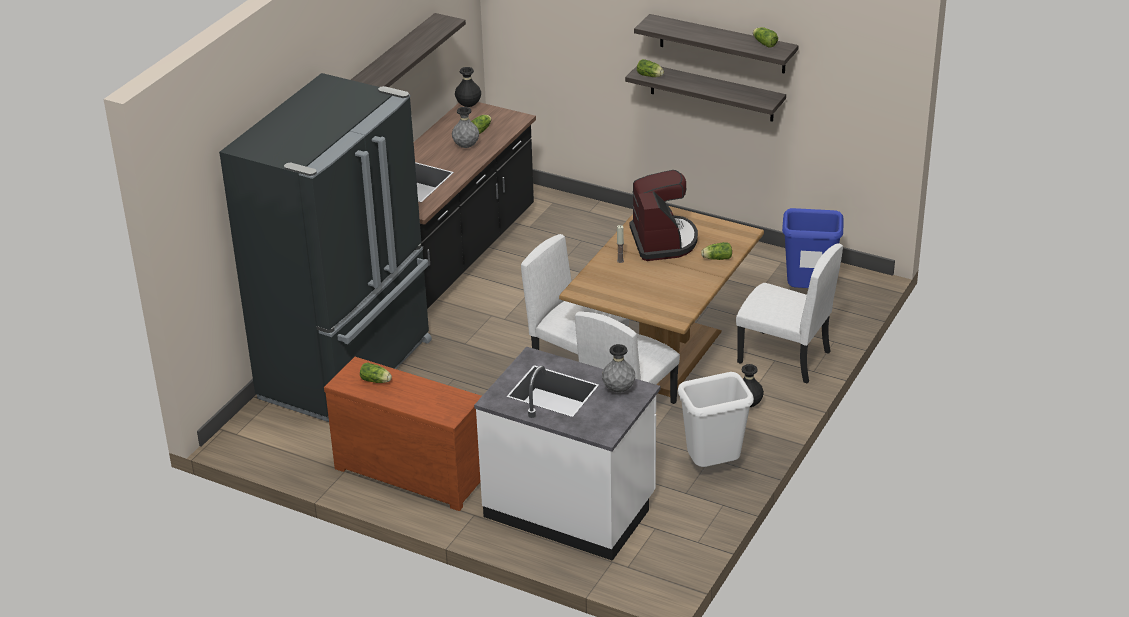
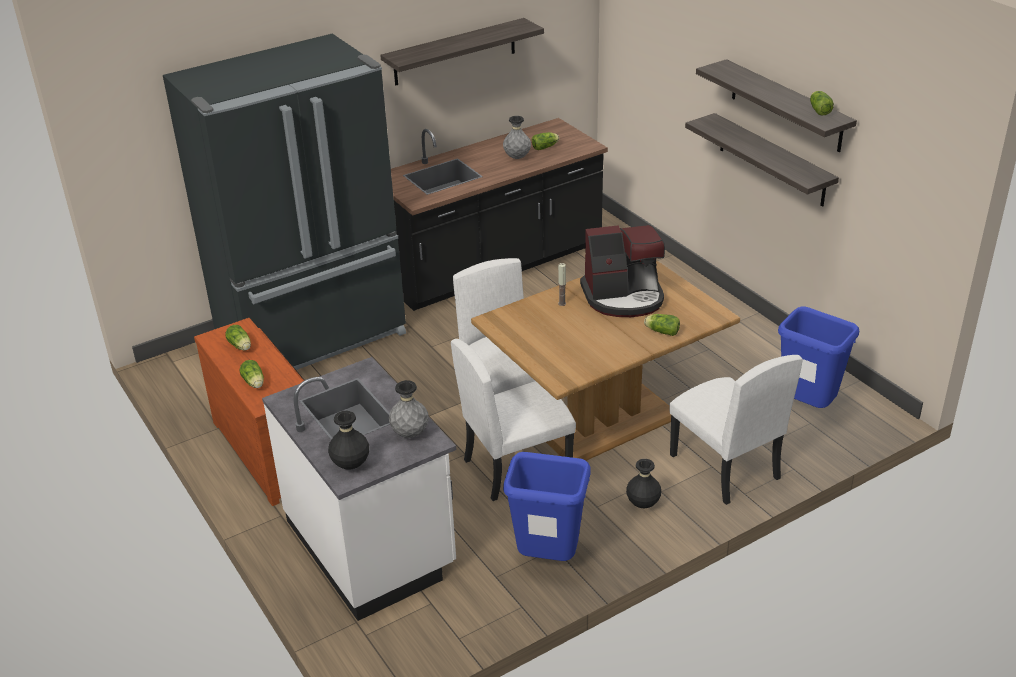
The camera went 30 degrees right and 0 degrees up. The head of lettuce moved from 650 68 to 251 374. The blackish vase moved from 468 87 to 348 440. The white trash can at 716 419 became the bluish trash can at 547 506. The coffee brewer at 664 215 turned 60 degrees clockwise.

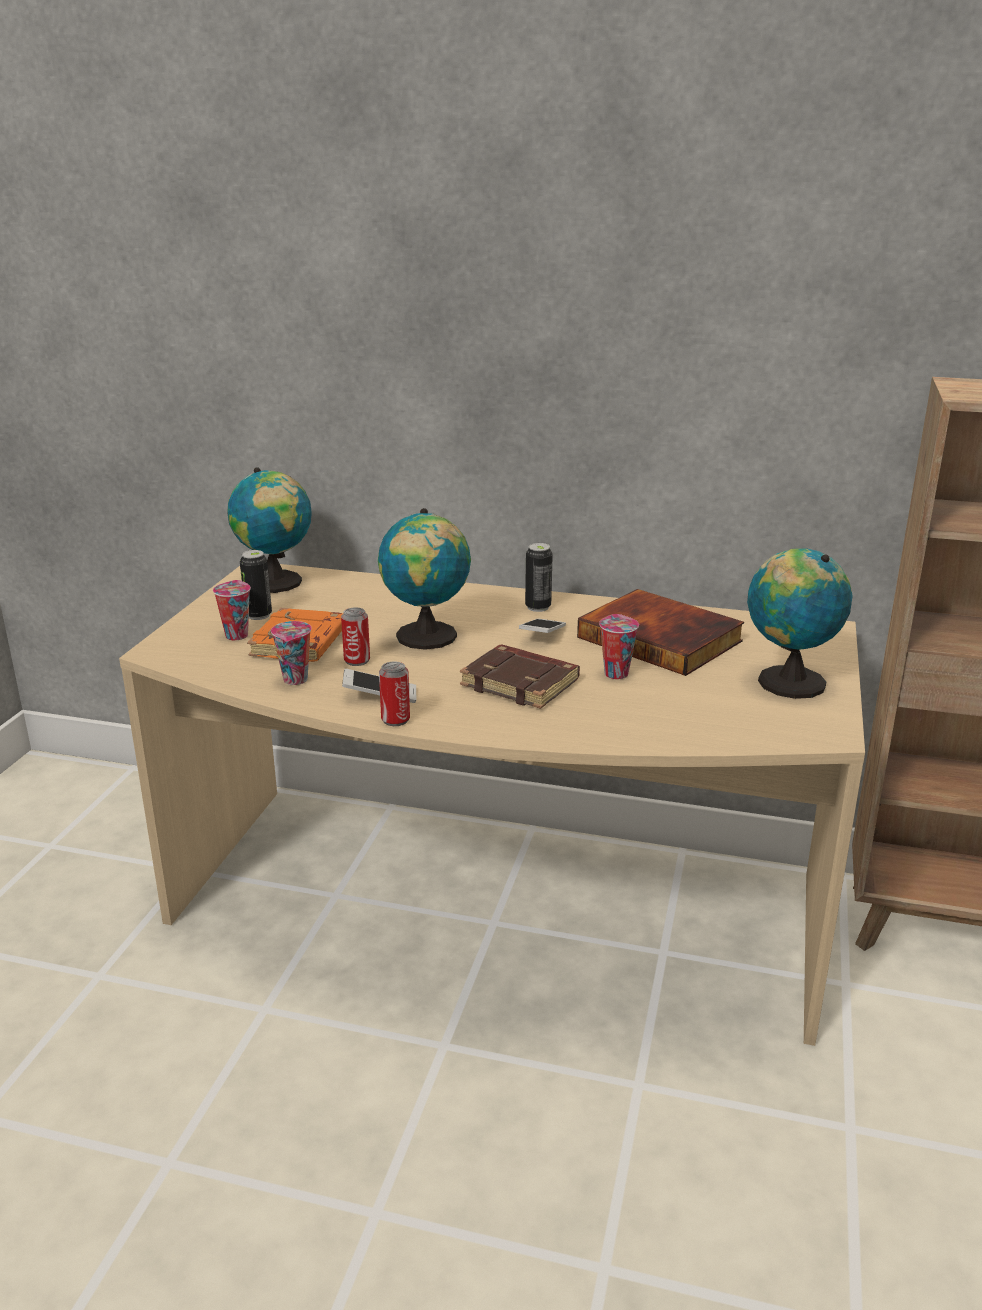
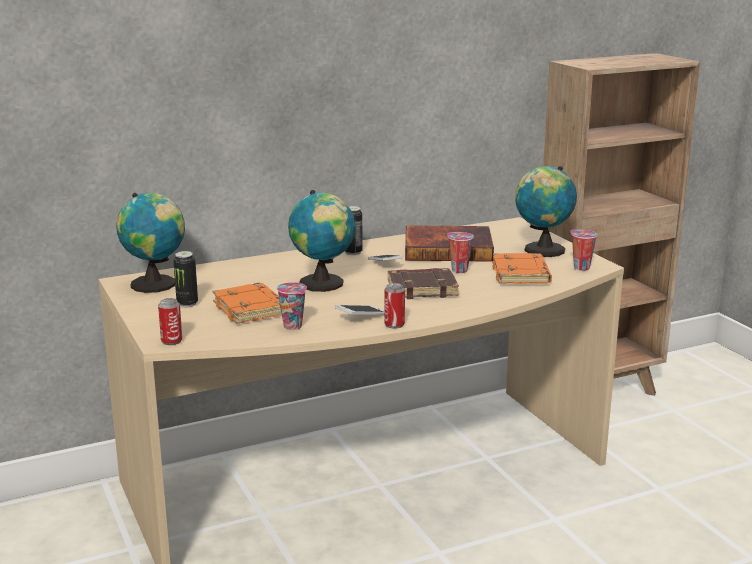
The camera went 40 degrees left and 5 degrees down. The can moved from 355 636 to 170 321. The orange bound book at 522 268 appeared. The drinking cup moved from 232 610 to 584 250.

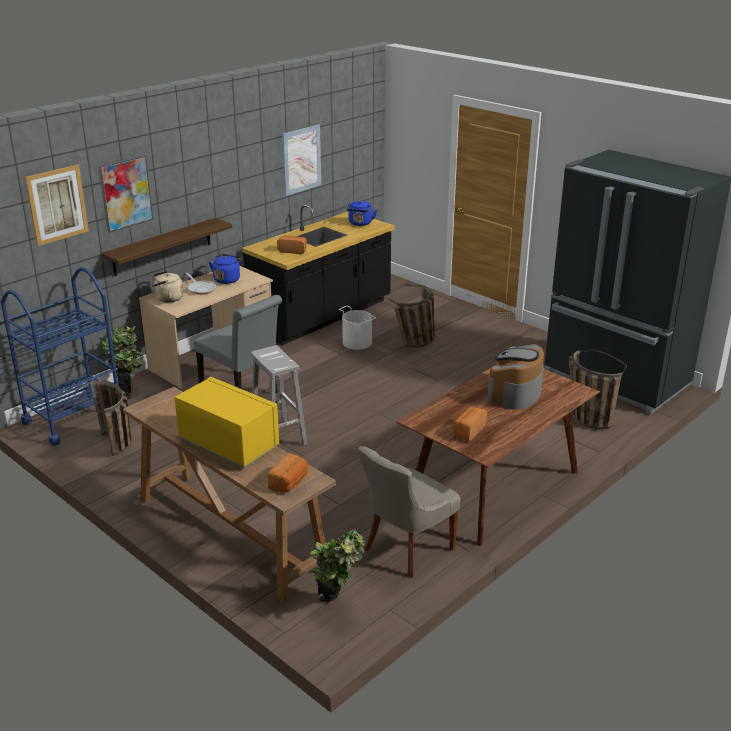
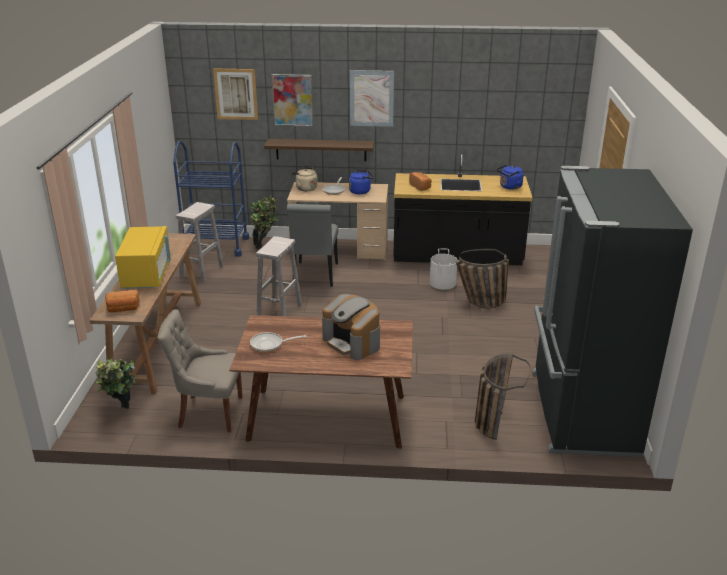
The camera went 50 degrees right and 0 degrees up. The storage basket at 103 418 was replaced by the white sitting stool at 200 242. The bread at 470 424 was replaced by the skillet at 278 342. The coffee brewer at 515 377 turned 120 degrees counterclockwise. The wall art moved from 301 160 to 372 98.

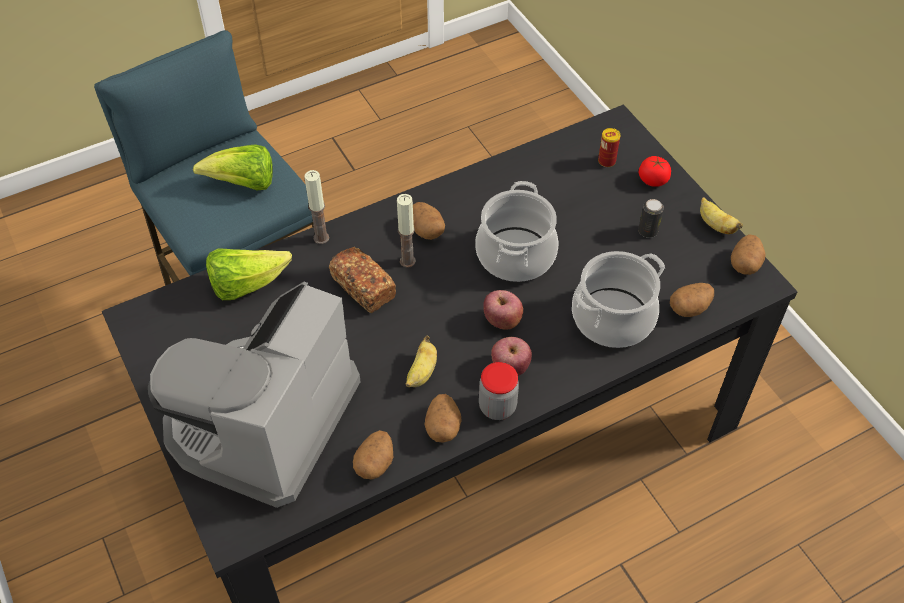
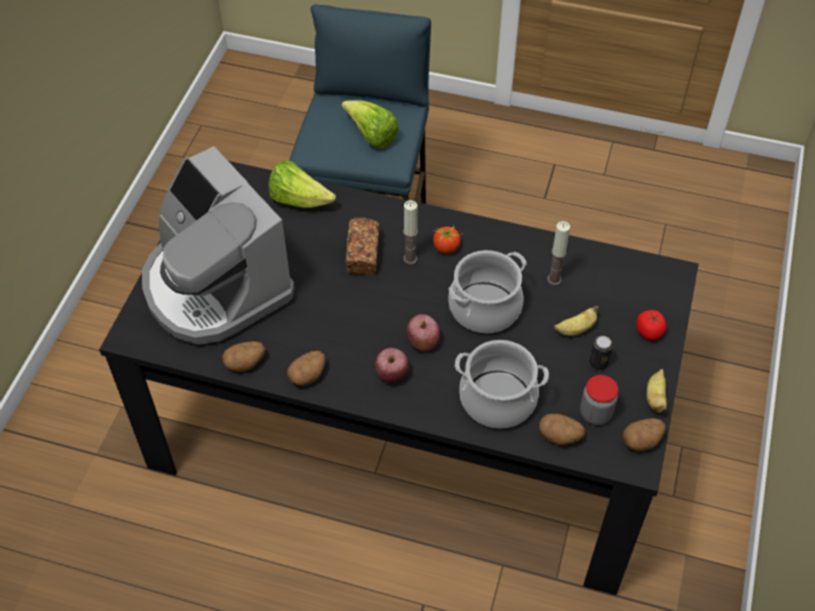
The camera went 45 degrees right and 0 degrees up. The coffee brewer at 254 395 turned 105 degrees counterclockwise. The potato at 429 221 was replaced by the tomato at 446 239. The wax candle moved from 316 207 to 558 253. The banana moved from 421 361 to 576 321. The storage jar moved from 499 391 to 599 400. The can at 609 147 disappeared.

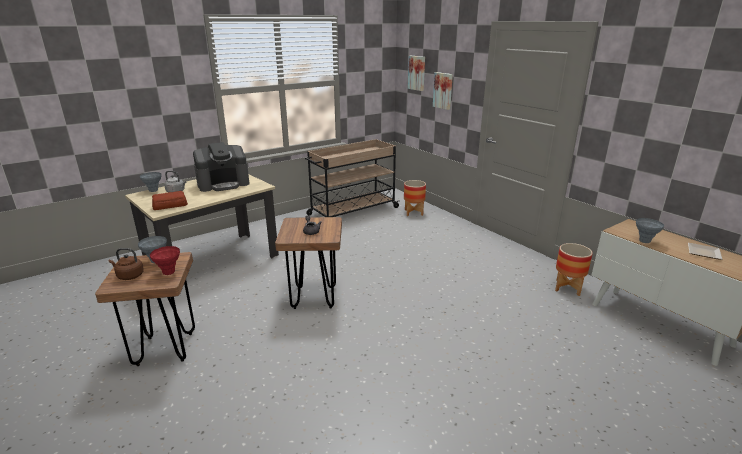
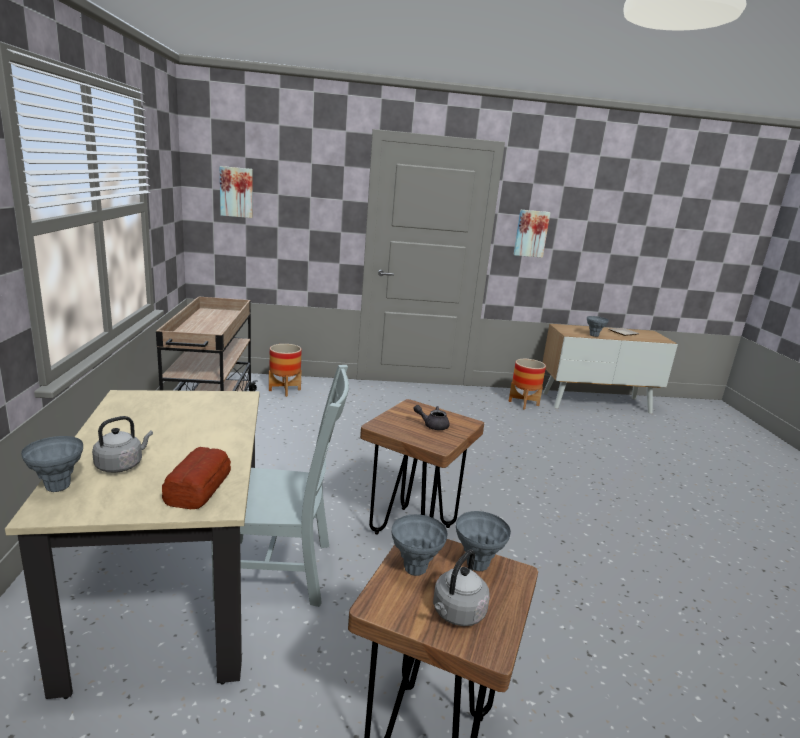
The camera went 60 degrees left and 5 degrees down. The greyish upright chair at 280 486 appeared. The brownish tea kettle at 126 264 became the greyish tea kettle at 461 587. The red-coloured vase at 165 260 became the greyish vase at 483 541. The wall art moved from 443 91 to 532 234. The coffee brewer at 221 167 disappeared.

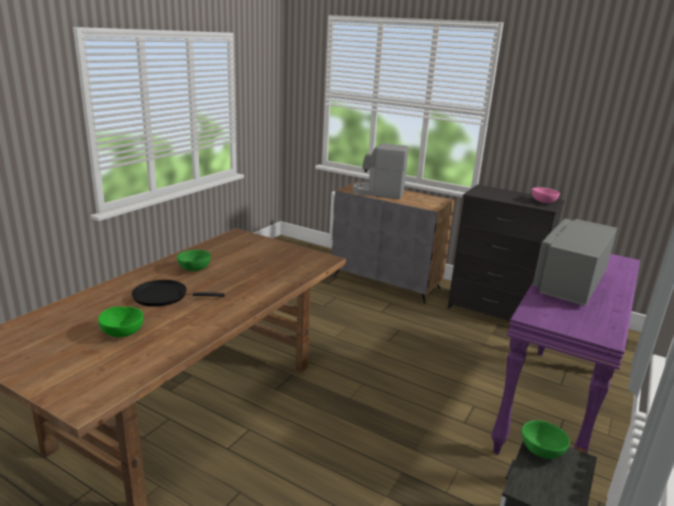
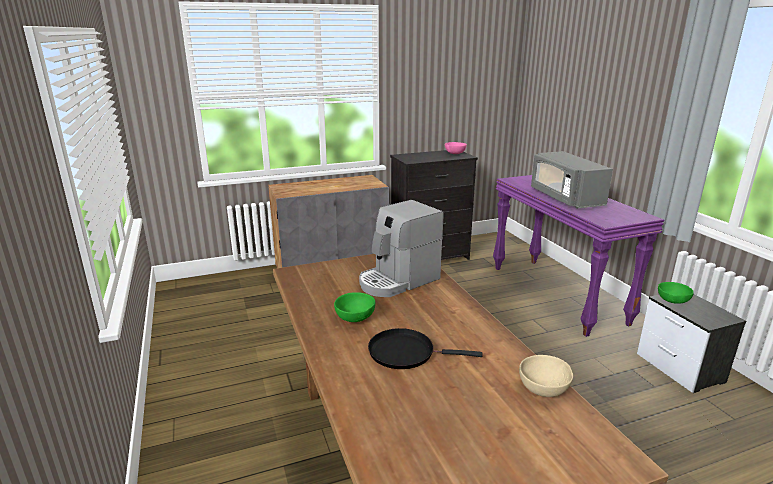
The camera went 50 degrees left and 0 degrees up. The coffee brewer moved from 380 171 to 401 248. The blackish skillet at 178 293 turned 60 degrees clockwise. The beige-coloured bowl at 546 376 appeared. The green bowl at 121 322 disappeared.

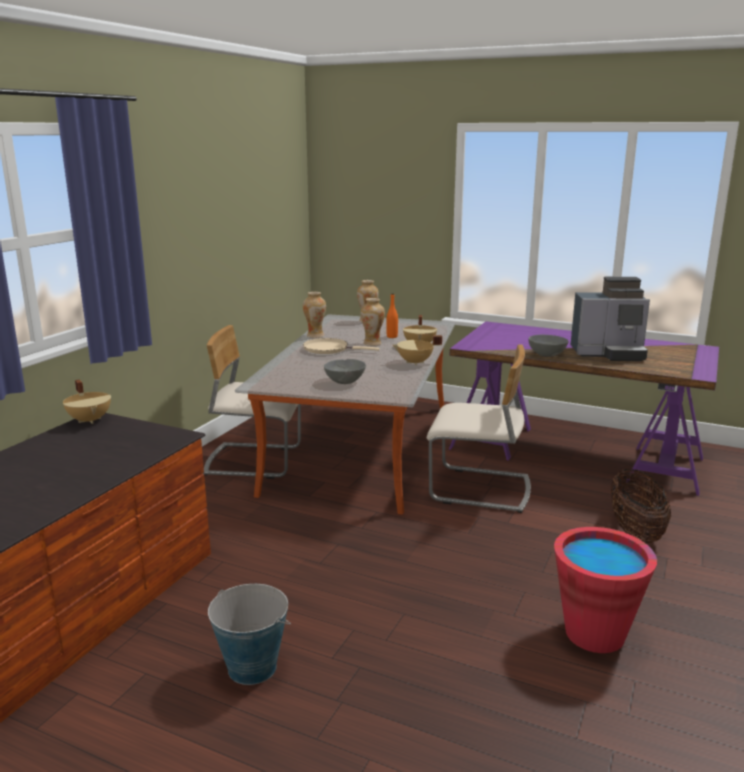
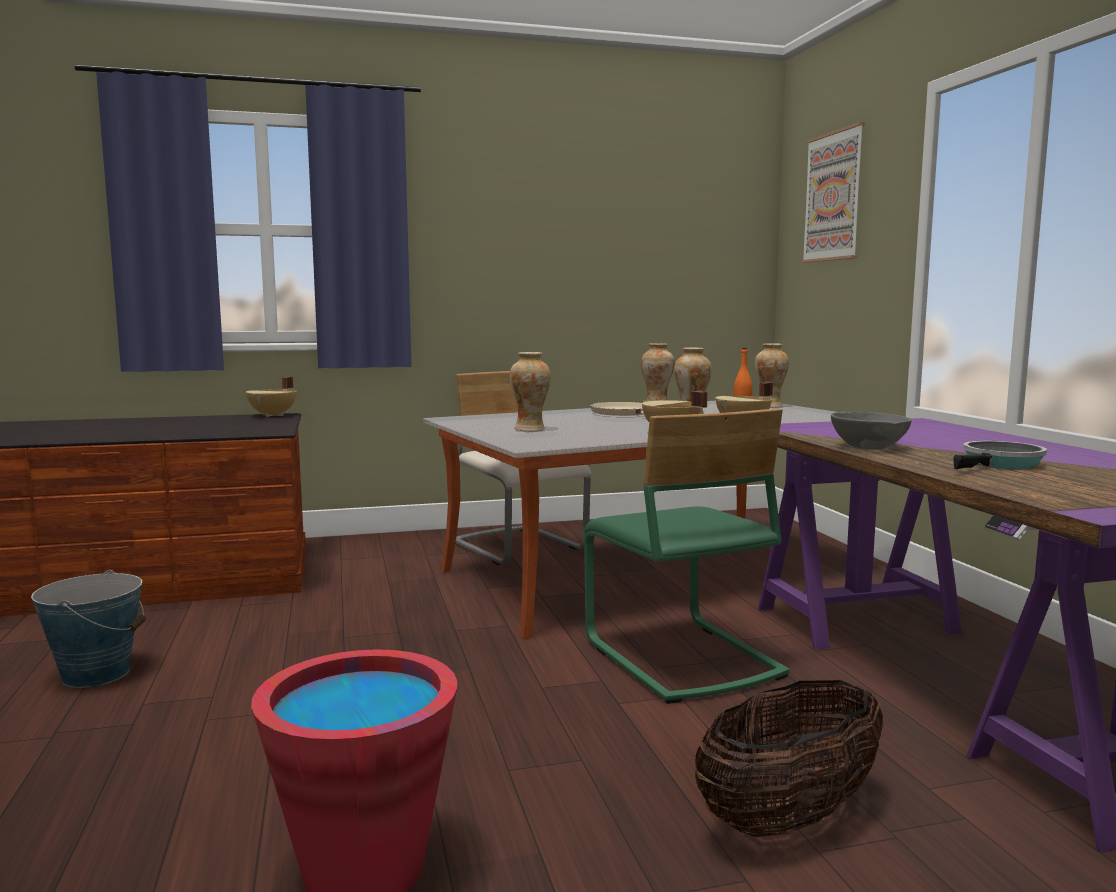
The camera went 50 degrees right and 10 degrees down. The greyish bowl at 345 371 was replaced by the vase at 530 392. The beige-coloured upright chair at 479 429 became the green upright chair at 687 556. The wall art at 833 192 appeared. The coffee brewer at 610 319 was replaced by the skillet at 1000 455.

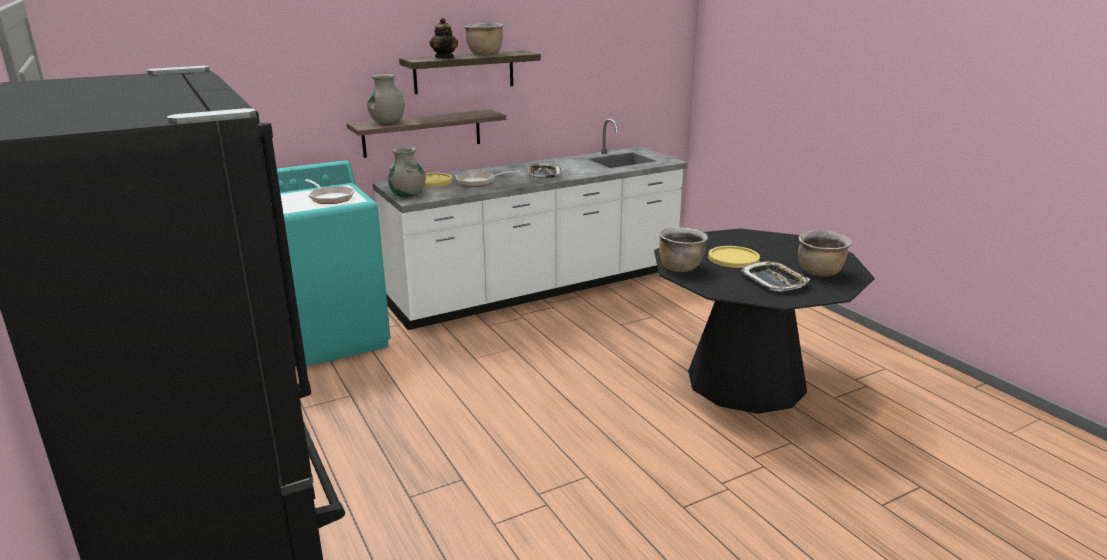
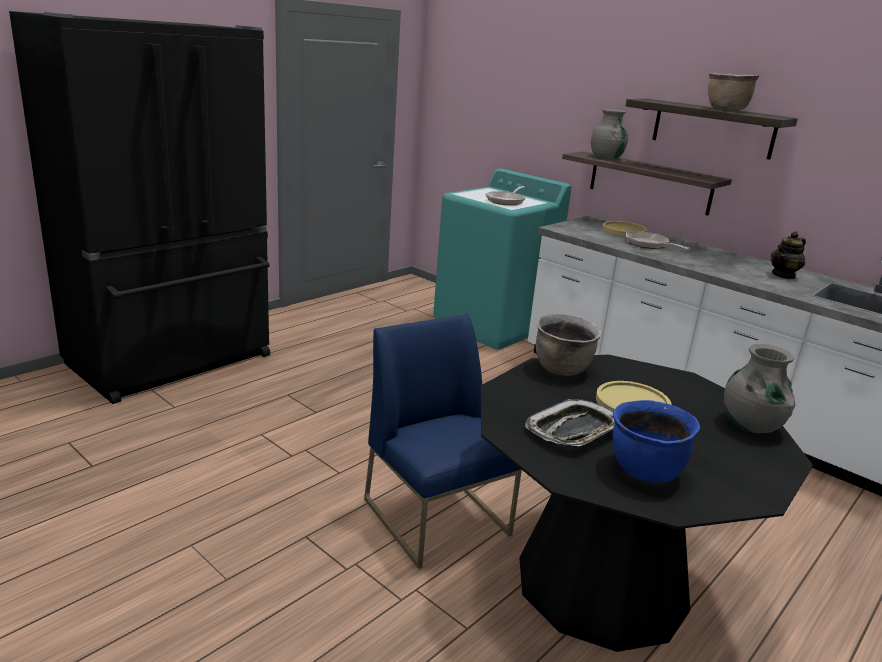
The camera went 70 degrees right and 0 degrees up. The bluish upright chair at 443 441 appeared. The brownish cooking pot at 825 253 became the bluish cooking pot at 656 441. The greyish vase moved from 407 172 to 759 388. The tea pot moved from 443 38 to 788 255. The carrying tray at 544 170 disappeared.

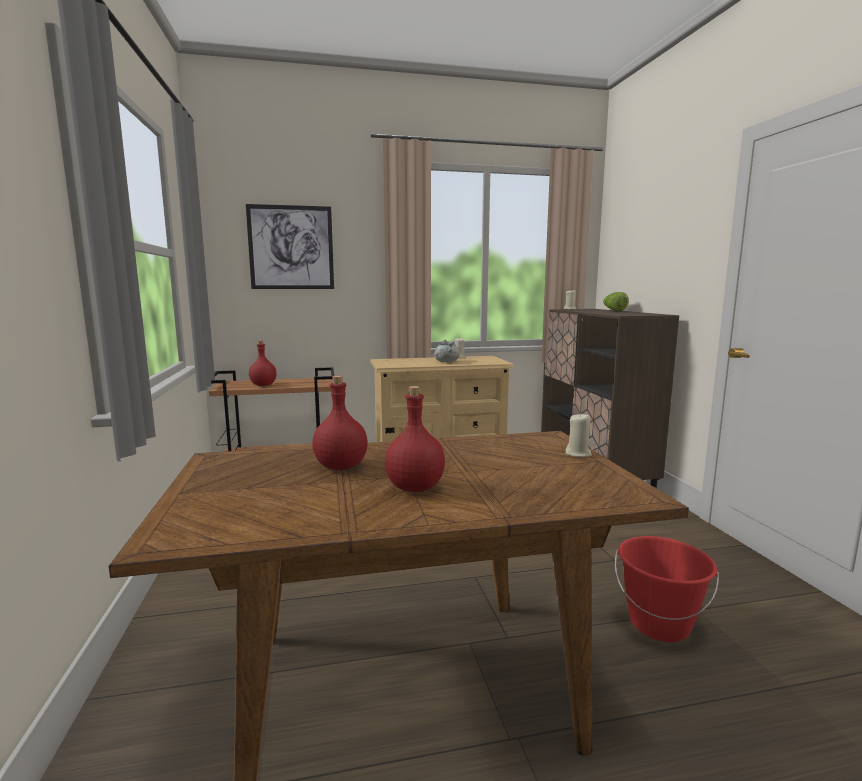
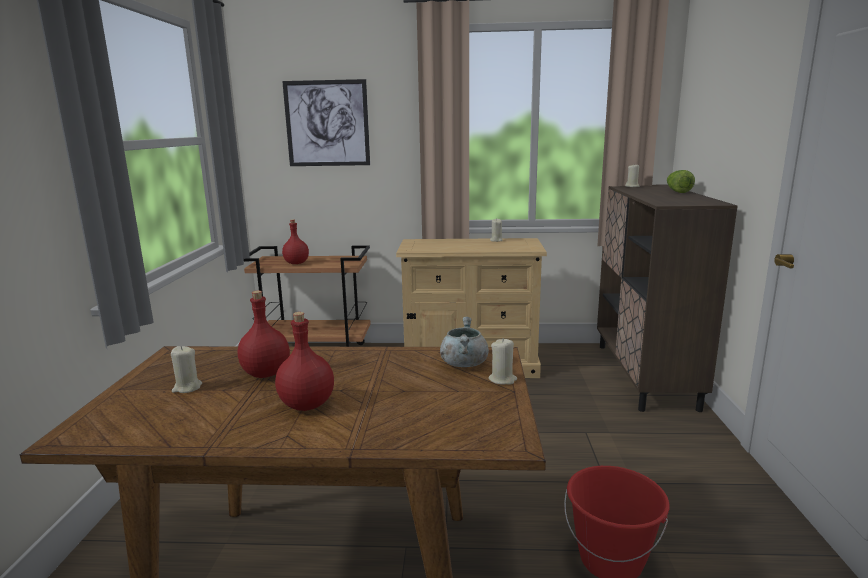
The camera went 15 degrees right and 5 degrees up. The beige-coloured wax candle at 186 369 appeared. The greyish cooking pot moved from 447 351 to 464 342.

